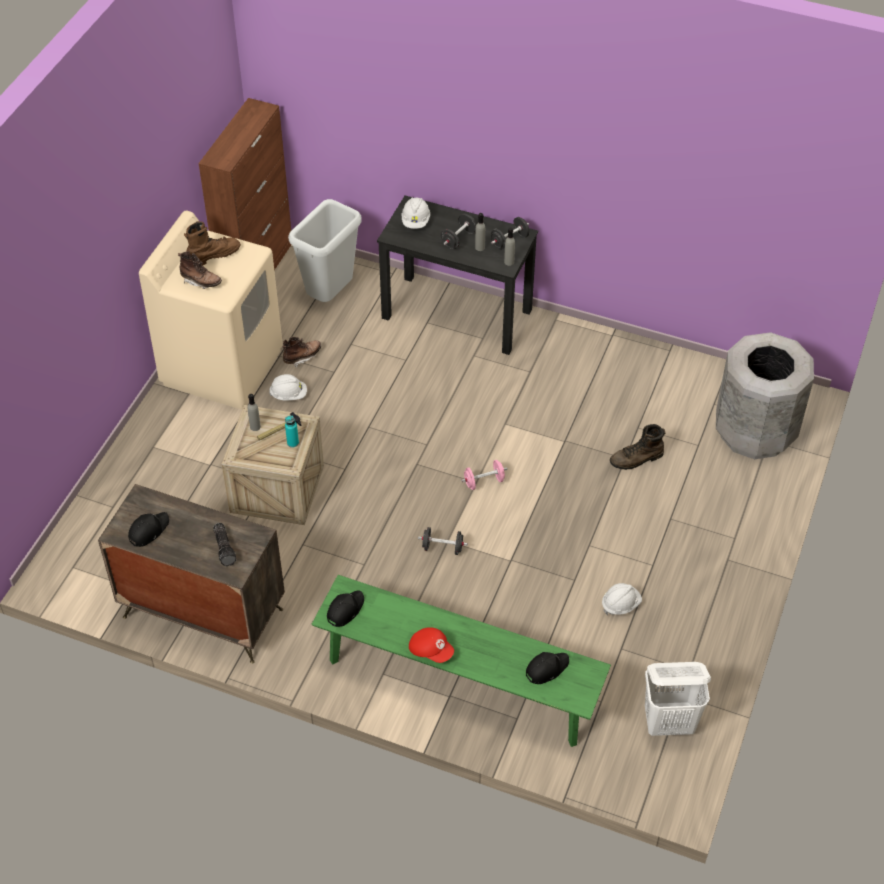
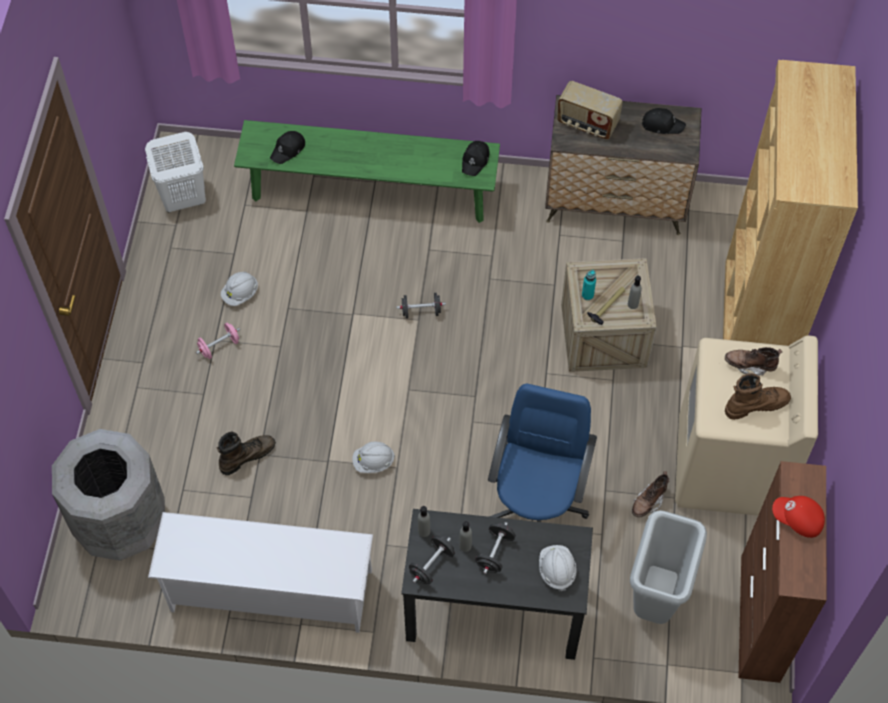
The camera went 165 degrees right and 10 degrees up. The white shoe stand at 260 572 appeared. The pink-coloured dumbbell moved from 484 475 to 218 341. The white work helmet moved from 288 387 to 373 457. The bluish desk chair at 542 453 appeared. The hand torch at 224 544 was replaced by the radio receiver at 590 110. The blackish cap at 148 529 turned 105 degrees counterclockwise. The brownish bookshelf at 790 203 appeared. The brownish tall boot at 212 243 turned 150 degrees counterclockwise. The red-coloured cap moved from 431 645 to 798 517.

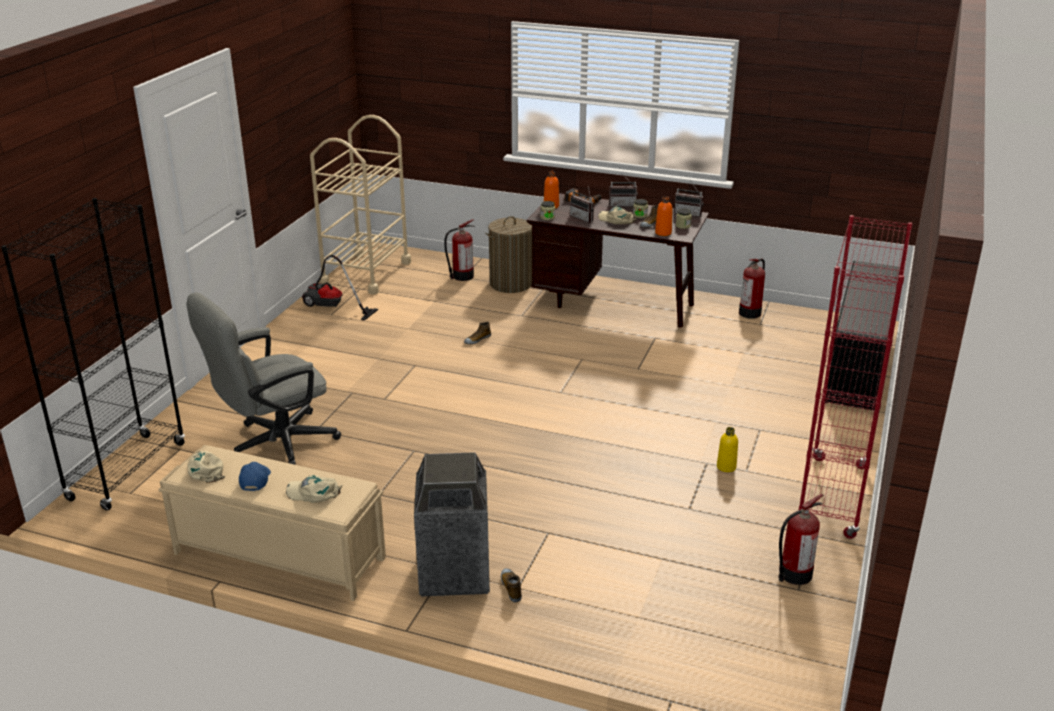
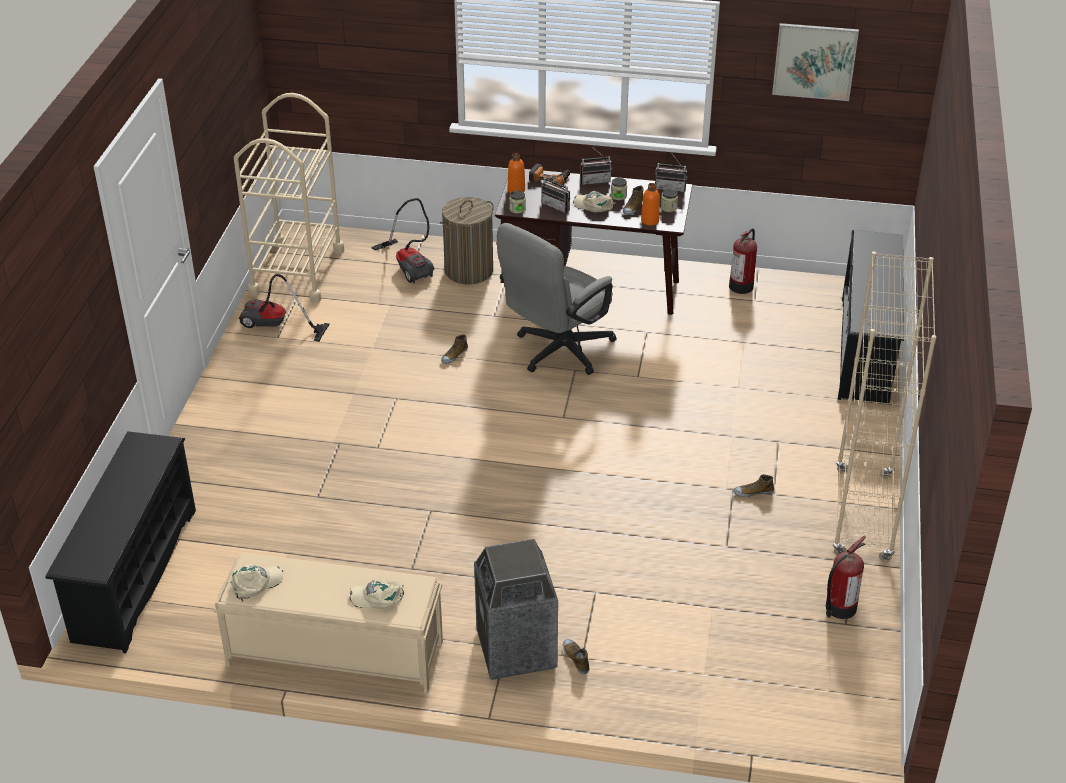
The camera went 10 degrees left and 10 degrees up. The blackish bookshelf at 93 354 was replaced by the blackish shoe stand at 120 542. The beige-coloured cap at 206 467 turned 90 degrees clockwise. The fire-fighting cylinder at 459 250 was replaced by the hoover at 403 241. The greyish desk chair moved from 263 378 to 557 299. The yellowish drink bottle at 727 449 was replaced by the low shoe at 754 485. The wall art at 815 62 appeared. The red-coloured bookshelf at 855 377 became the beige-coloured bookshelf at 884 406. The bluish cap at 255 476 disappeared.

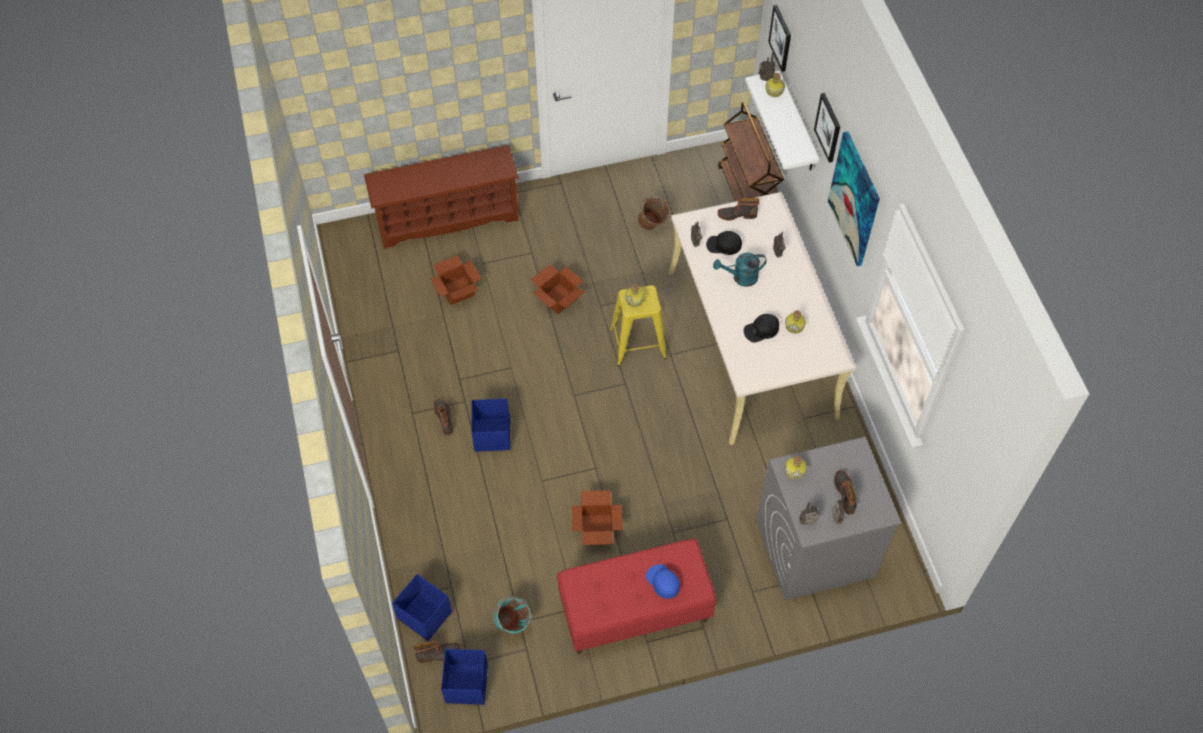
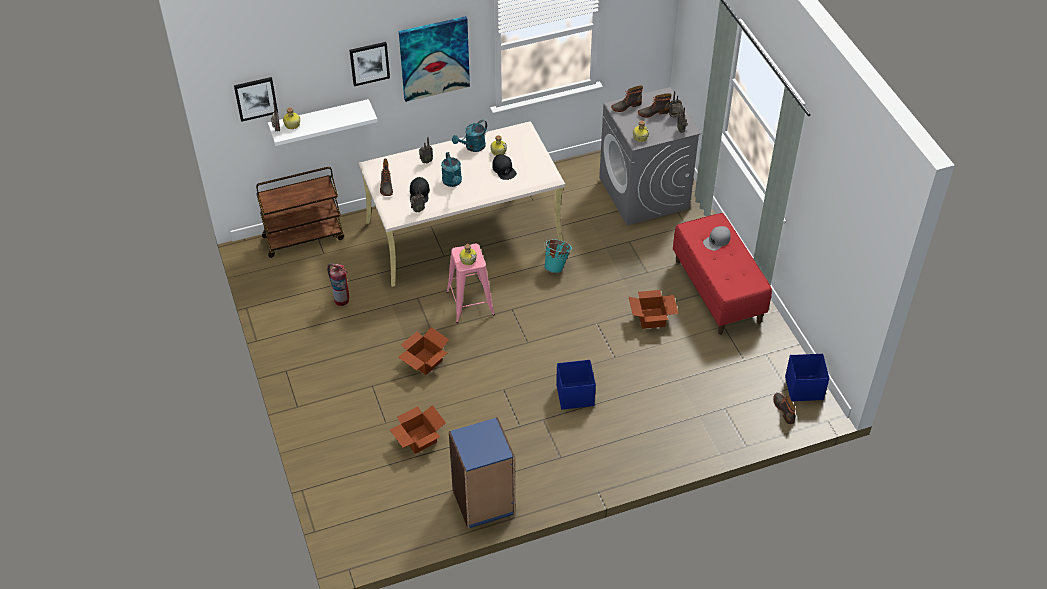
The camera went 95 degrees left and 10 degrees down. The brownish bucket at 654 213 was replaced by the fire-fighting cylinder at 338 284. The yellowish sitting stool at 638 325 became the pink-coloured sitting stool at 470 283. The bluish bookshelf at 482 473 appeared. The turquoise-coloured watering can at 469 136 appeared. The turquoise-coloured bucket moved from 512 614 to 558 256. The tall boot moved from 443 417 to 627 98. The bluish cap at 663 581 became the greyish cap at 717 238. The brownish shoe stand at 441 197 disappeared. The bluish storage box at 422 607 disappeared.

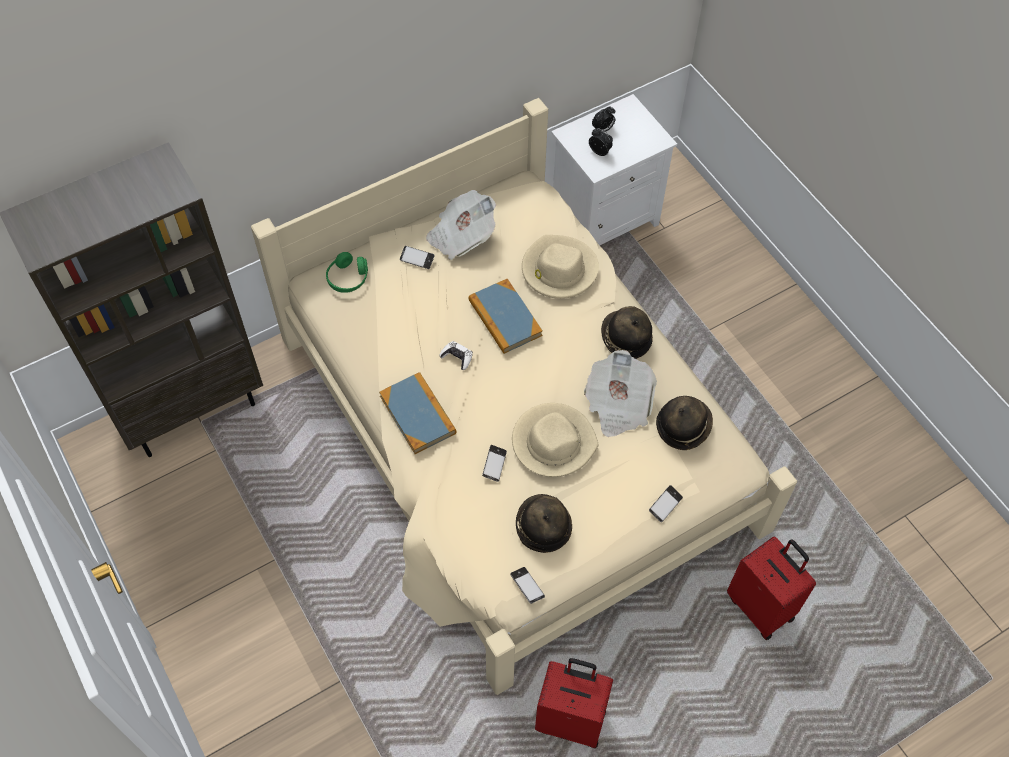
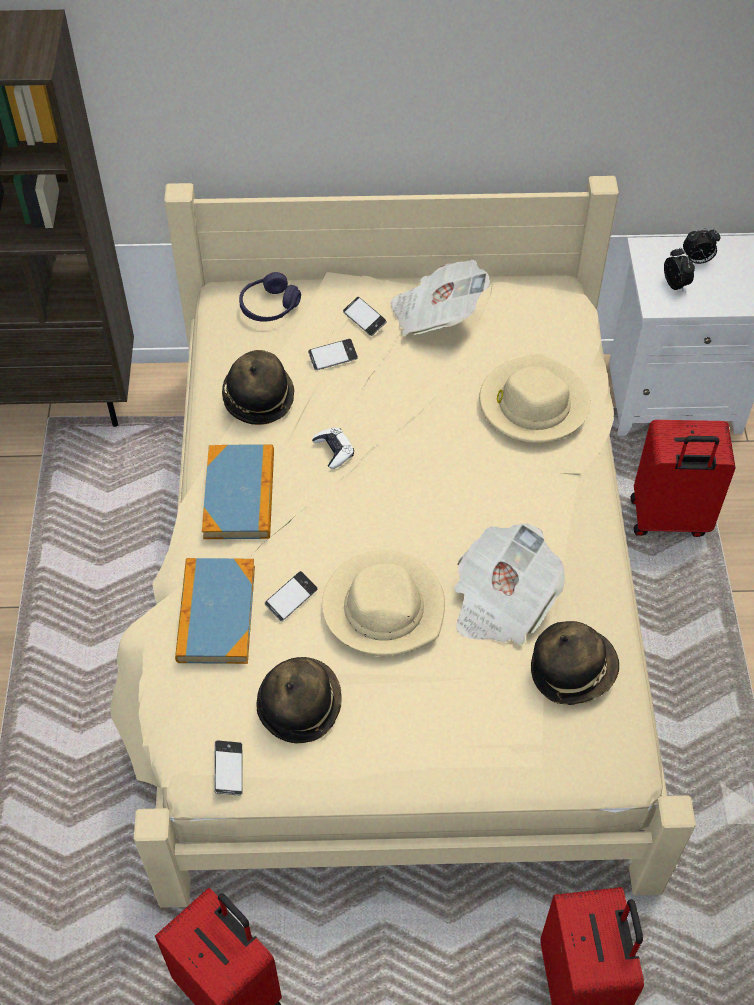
The camera went 30 degrees right and 5 degrees down. The bound book moved from 505 316 to 215 611. The wearable hat moved from 627 332 to 258 387. The green headphones at 347 272 became the purple-coloured headphones at 270 297. The phone moved from 666 503 to 333 354. The red-coloured piece of luggage at 683 478 appeared.

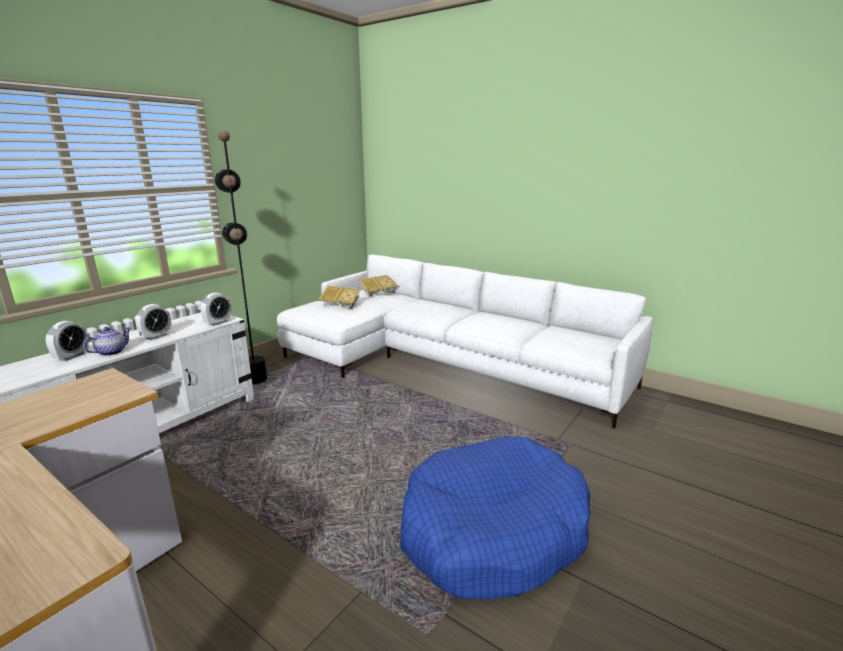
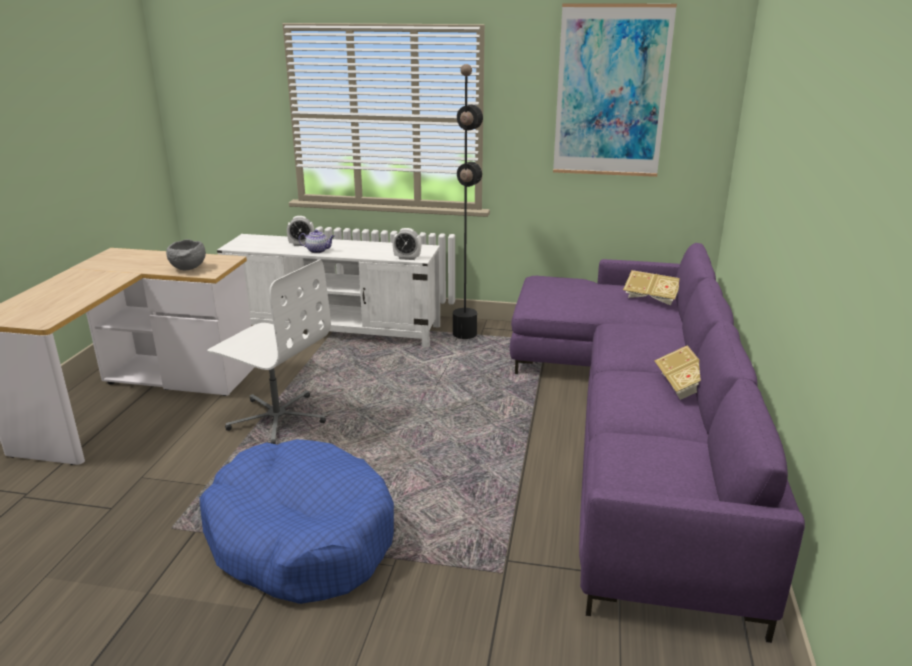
The camera went 65 degrees right and 5 degrees up. The greyish bowl at 186 254 appeared. The white desk chair at 269 351 appeared. The white couch at 465 341 became the purple-coloured couch at 657 443. The wall art at 615 90 appeared. The bound book moved from 339 297 to 677 372. The alarm clock at 153 322 disappeared.

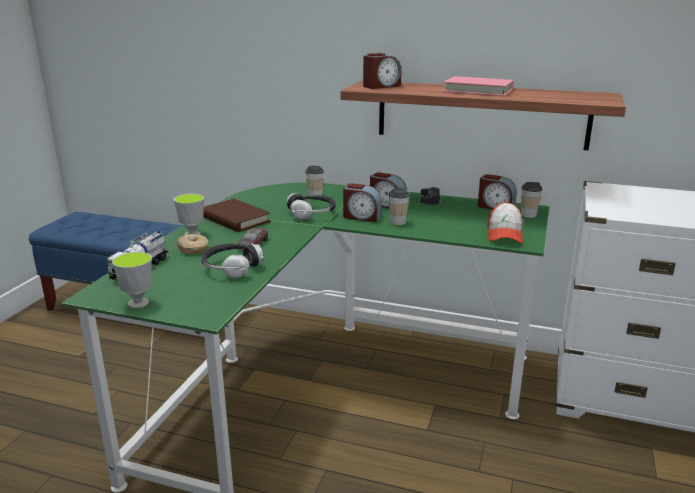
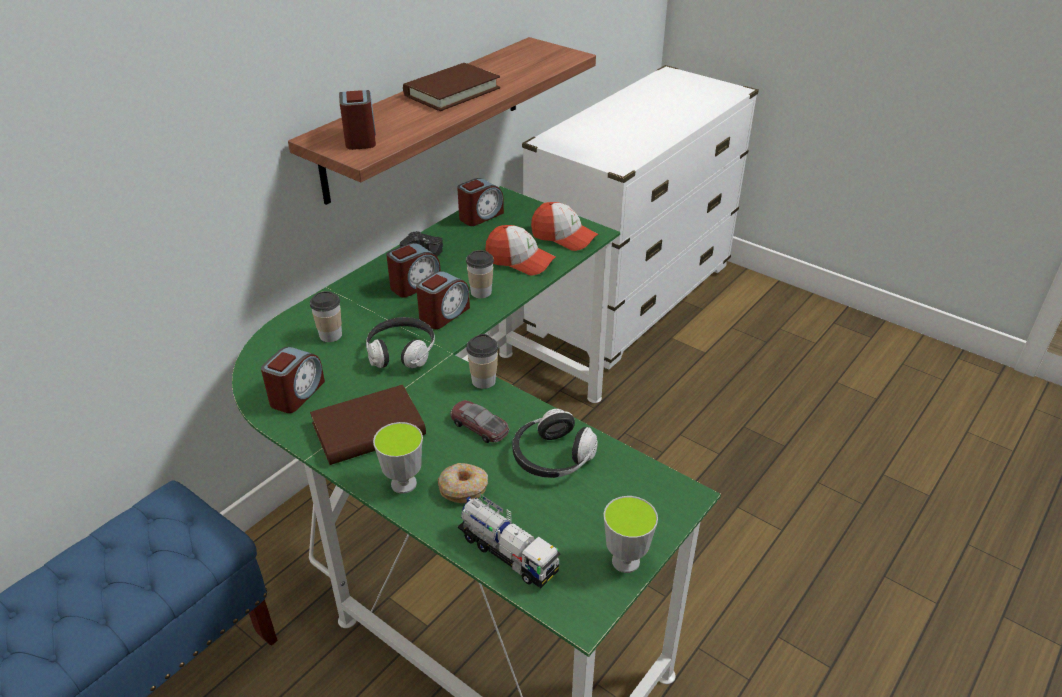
The camera went 70 degrees left and 15 degrees up. The alarm clock at 293 380 appeared. The pink-coloured bound book at 478 86 became the brownish bound book at 451 87. The drinking cup moved from 531 200 to 482 361. The cap at 520 250 appeared.

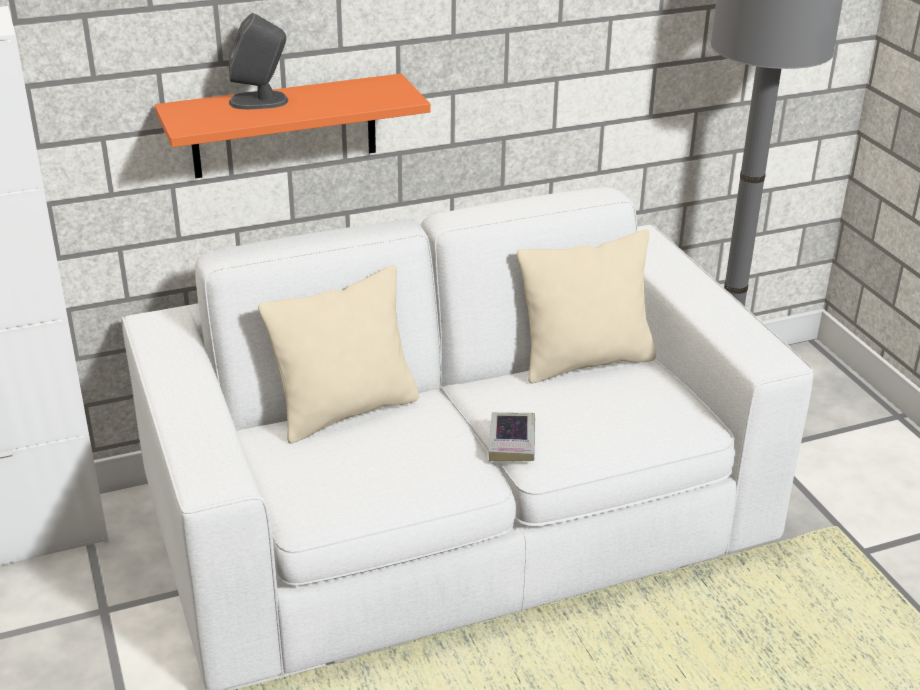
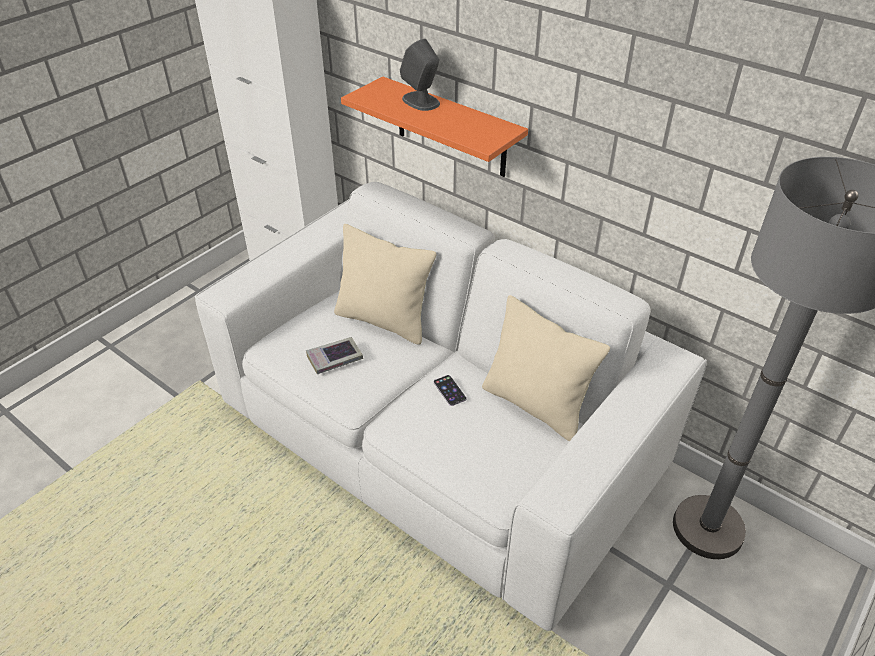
The camera went 60 degrees right and 10 degrees up. The bound book moved from 512 437 to 334 355. The phone at 450 390 appeared.

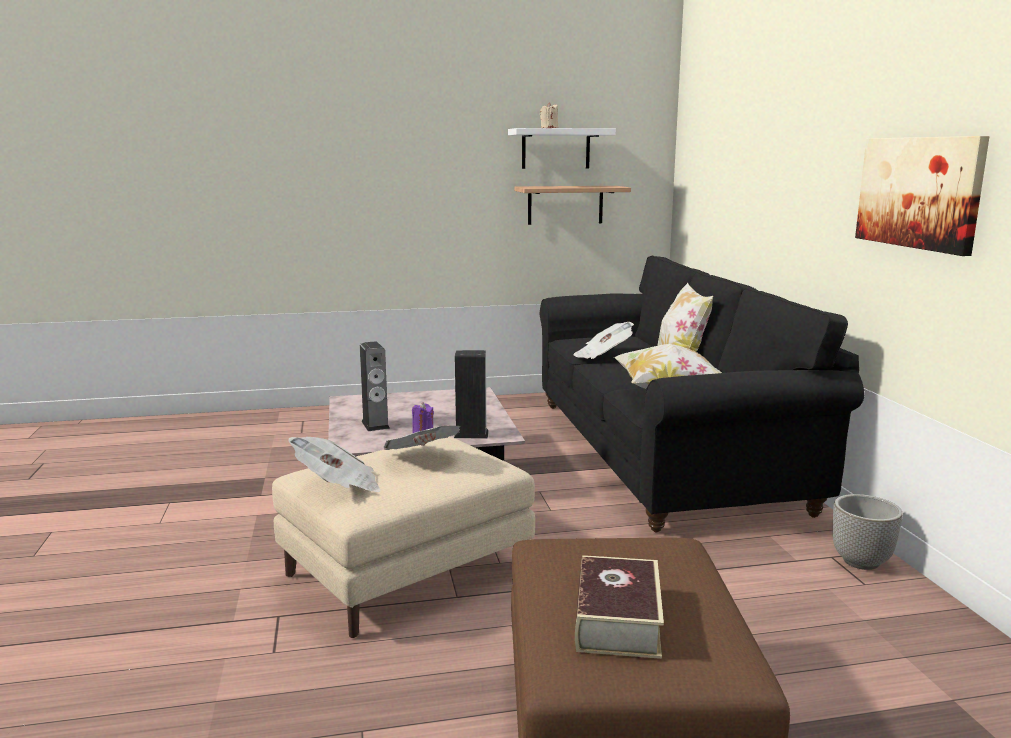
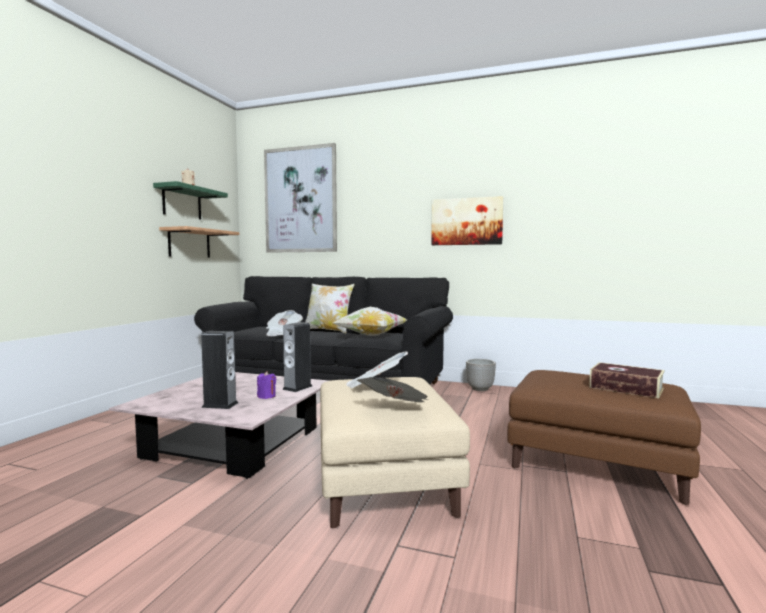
The camera went 60 degrees left and 10 degrees down. The white wall shelf at 562 148 became the green wall shelf at 190 200. The wall art at 300 198 appeared.

